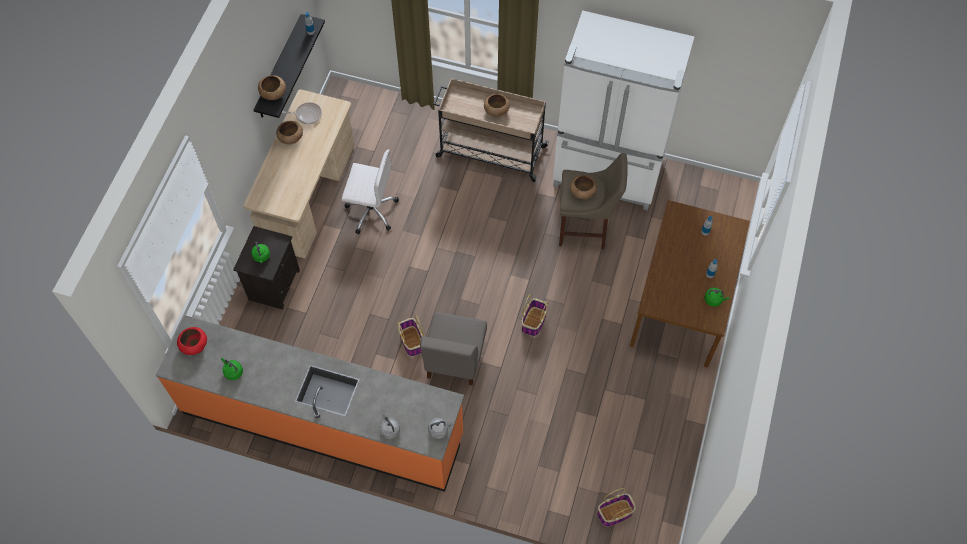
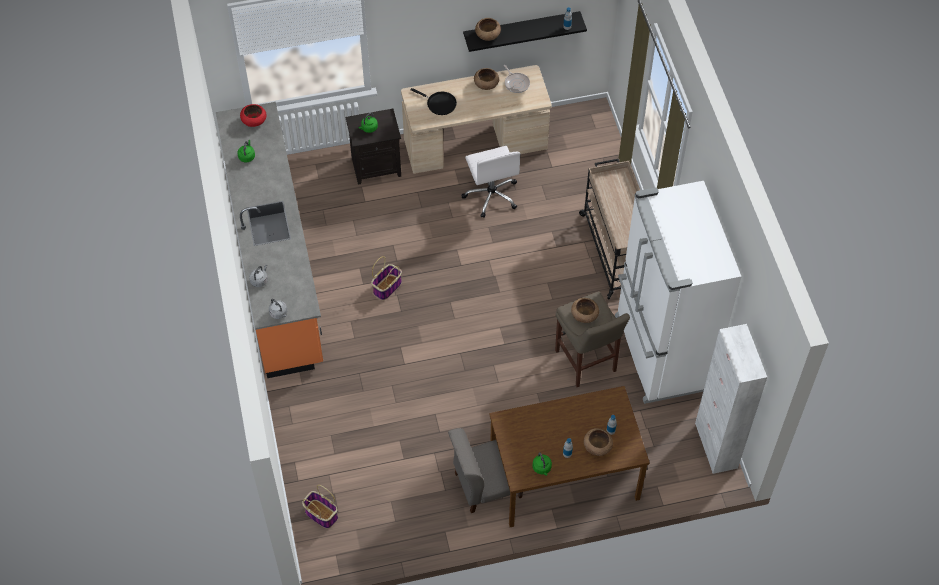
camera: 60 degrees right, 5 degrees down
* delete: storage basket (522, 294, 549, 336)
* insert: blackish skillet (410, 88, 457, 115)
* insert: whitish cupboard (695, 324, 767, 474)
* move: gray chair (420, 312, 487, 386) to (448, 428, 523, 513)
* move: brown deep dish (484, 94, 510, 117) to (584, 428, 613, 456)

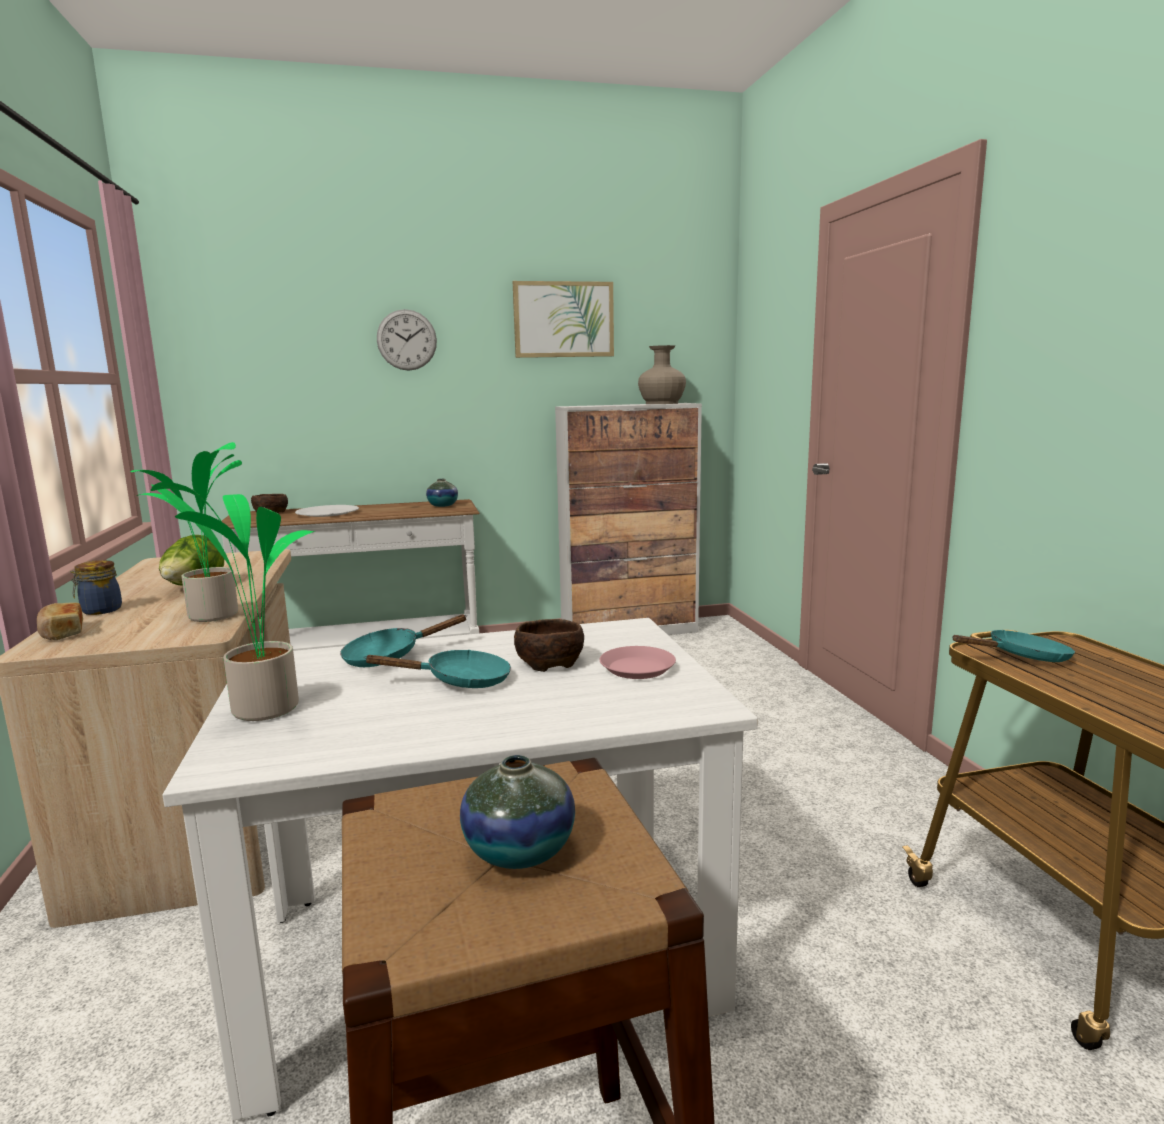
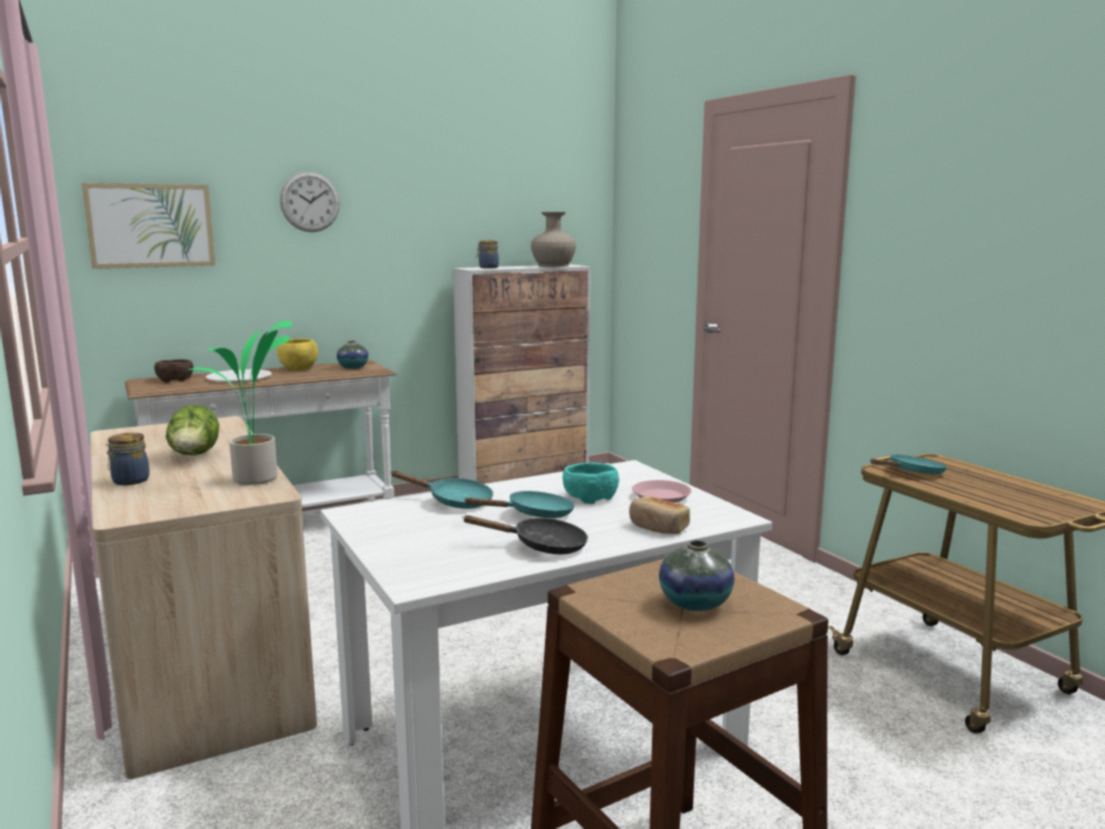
camera: 15 degrees left, 0 degrees up
* delete: plant in a pot (151, 482, 315, 721)
* insert: yellow-coloured deep dish (277, 339, 318, 371)
* insert: blackish skillet (463, 515, 588, 554)
* insert: preserve jar (477, 240, 499, 268)
* move: baked bread (37, 602, 83, 640) to (629, 496, 690, 534)
* move: wall picture (513, 281, 614, 358) to (82, 183, 216, 269)
* recolor: brown deep dish (514, 619, 584, 672) to blue-green deep dish (563, 463, 619, 504)
* rotate: blue-green skillet (340, 615, 467, 667) = (390, 471, 493, 509) 120 degrees counterclockwise

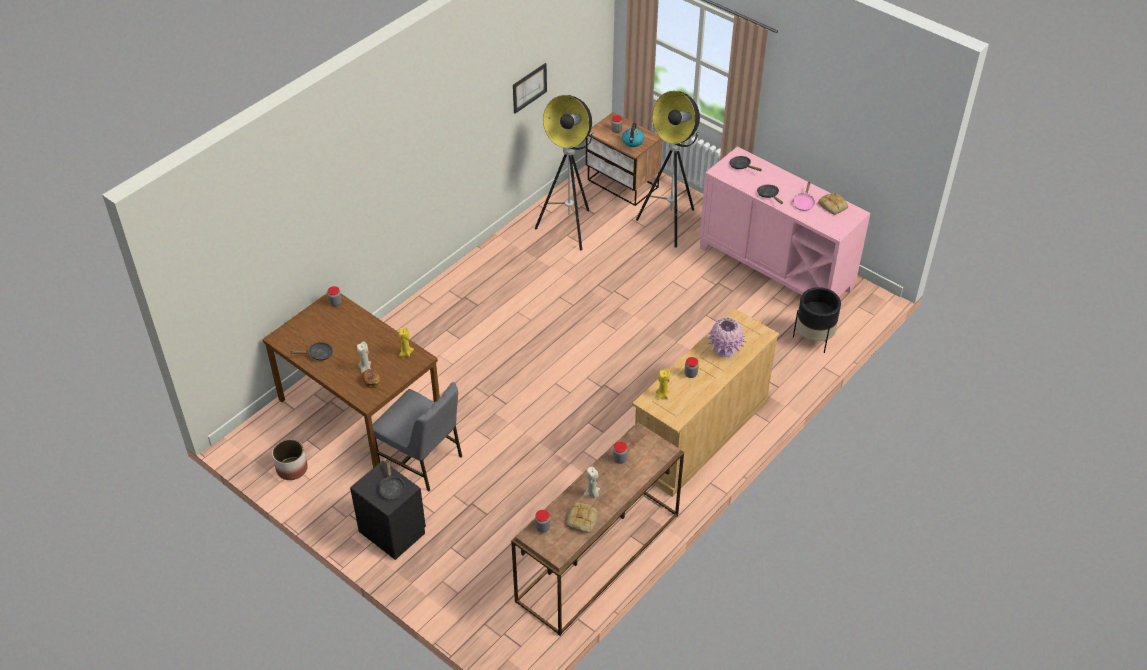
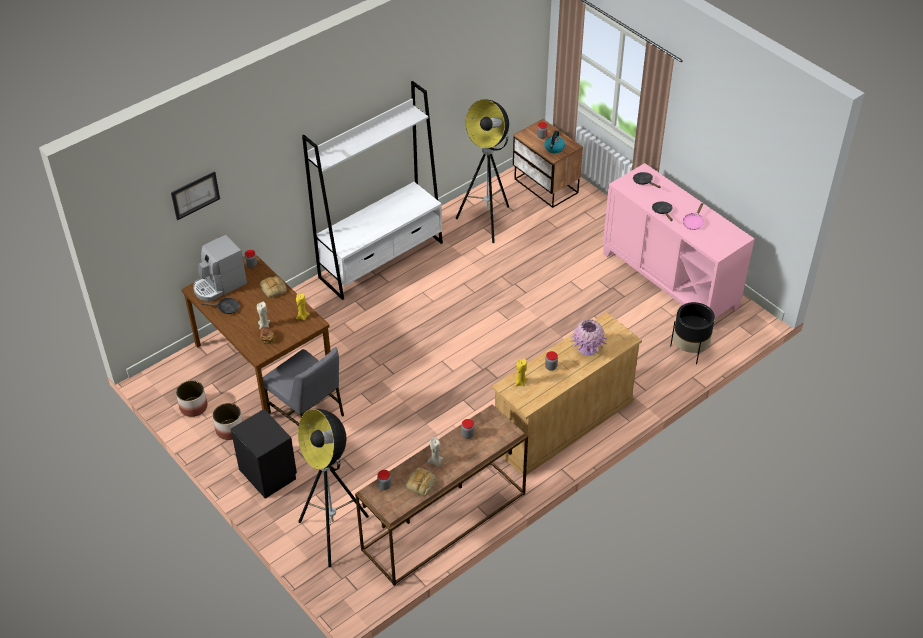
camera: 10 degrees right, 0 degrees up
* delete: blackish skillet (379, 460, 405, 499)
* insert: coffee maker (193, 234, 247, 301)
* insert: plant pot (213, 403, 243, 440)
* insert: whitish bookshelf (302, 81, 443, 300)
* move: wall picture (513, 63, 547, 114) to (171, 171, 220, 221)
* move: standard lamp (636, 91, 700, 248) to (298, 409, 369, 567)
* move: baked bread (818, 193, 848, 215) to (260, 276, 287, 298)

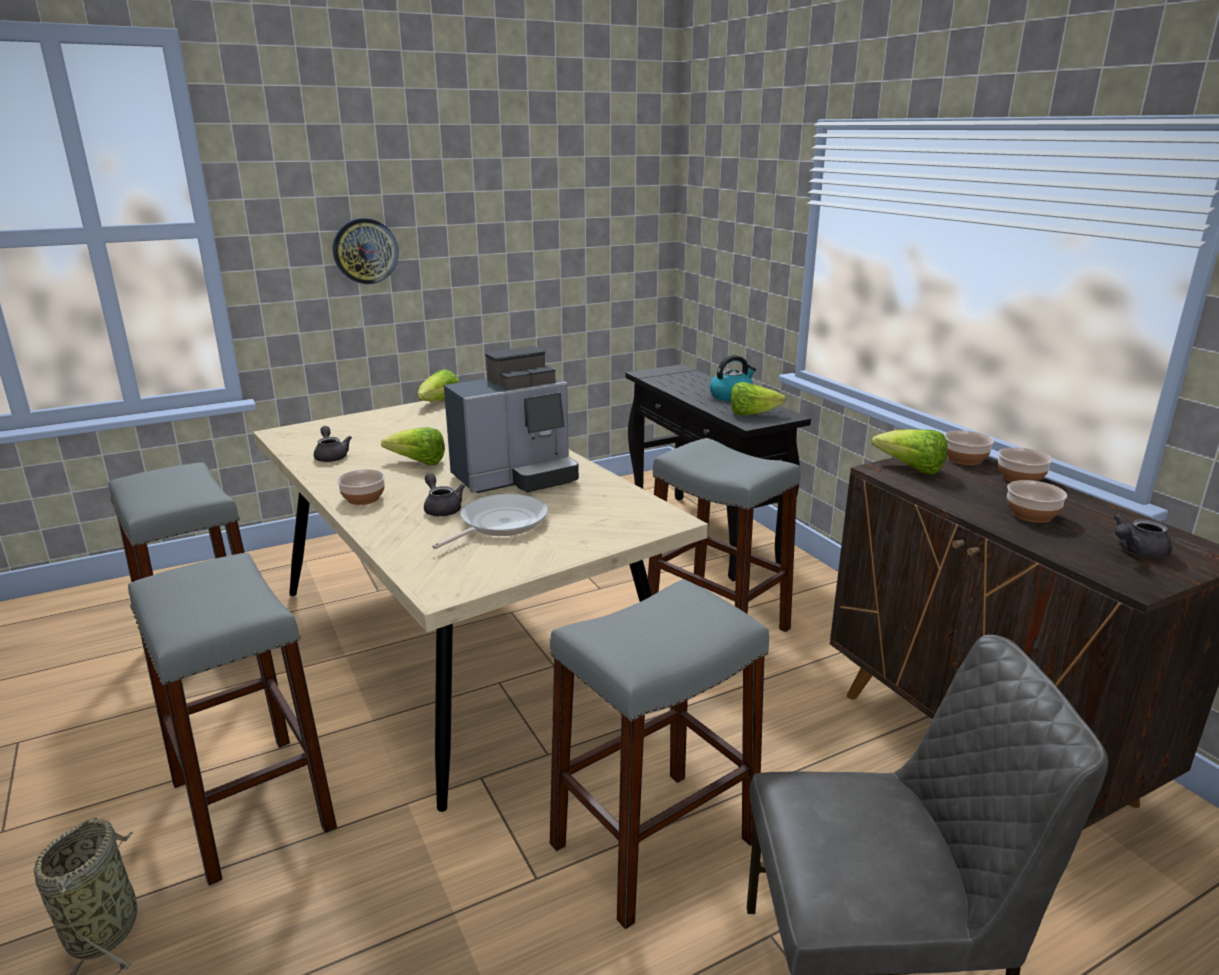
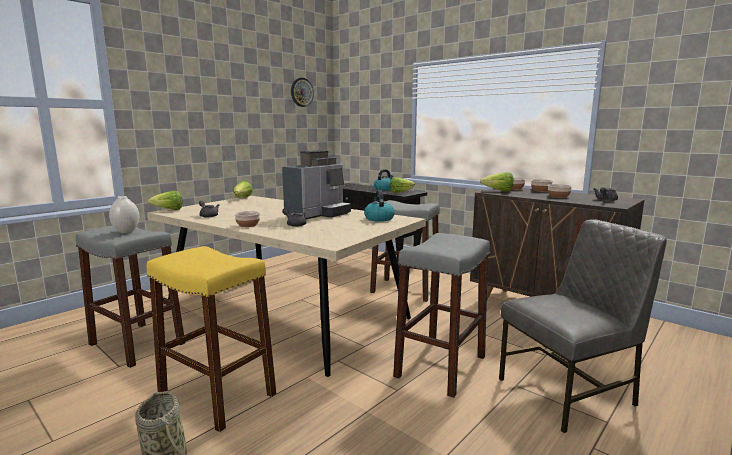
camera: 20 degrees left, 10 degrees down
* delete: skillet (432, 494, 548, 549)
* insert: whitish vase (109, 196, 139, 233)
* insert: water kettle (364, 190, 395, 222)
* move: wall clock (333, 218, 398, 284) to (291, 78, 314, 107)
* move: lettuce head (381, 427, 445, 465) to (147, 191, 183, 210)
* recolor: gray sitting stool (128, 553, 337, 886) to yellow-coloured sitting stool (147, 246, 276, 432)

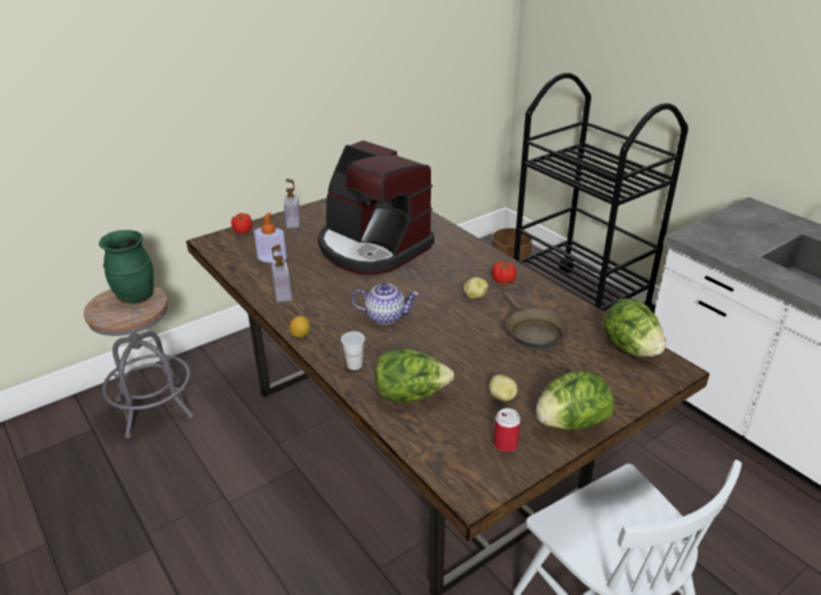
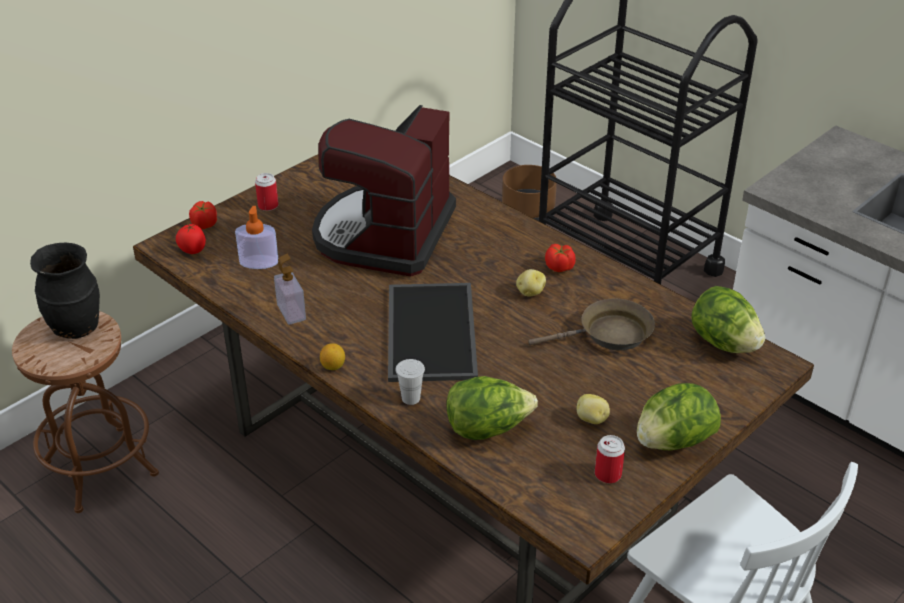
camera: 10 degrees left, 5 degrees up
* insert: tomato (176, 224, 206, 254)
* replace: liquid soap bottle (284, 179, 300, 228) to sealed can (255, 173, 279, 211)
* replace: tea pot (352, 283, 419, 325) to serving tray (388, 283, 478, 382)
* recolor: gray sitting stool (84, 286, 194, 439) to brown sitting stool (12, 311, 159, 513)
* recolor: green-coloured vase (99, 230, 154, 304) to blackish vase (30, 243, 100, 339)
* rotate: coffee maker (318, 140, 434, 275) = (312, 105, 456, 277) 75 degrees clockwise
* rotate: brown skillet (503, 292, 569, 350) = (528, 299, 655, 350) 75 degrees counterclockwise

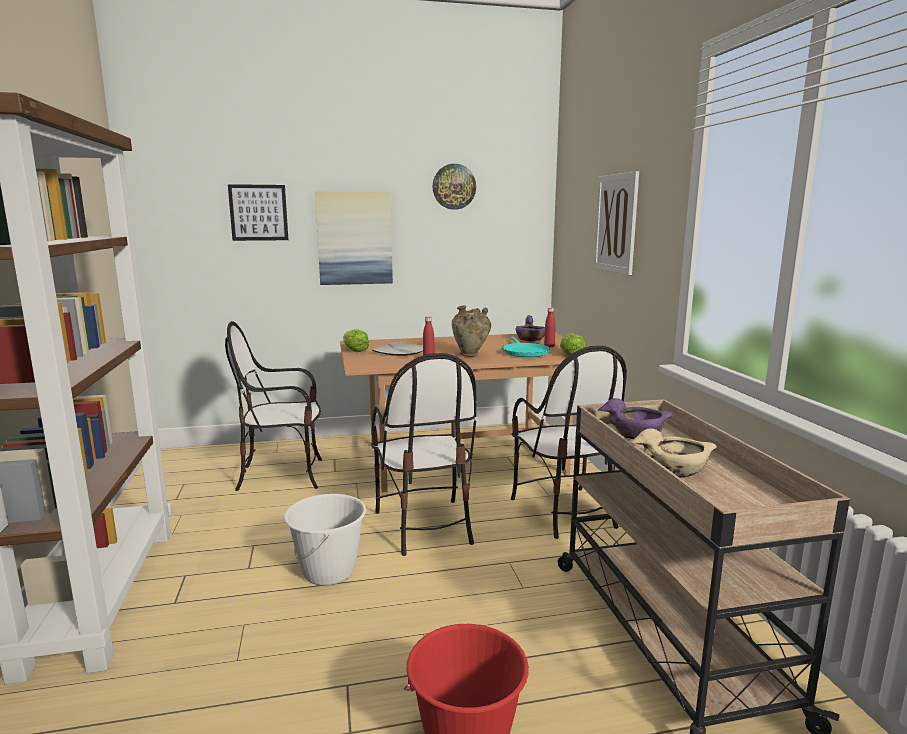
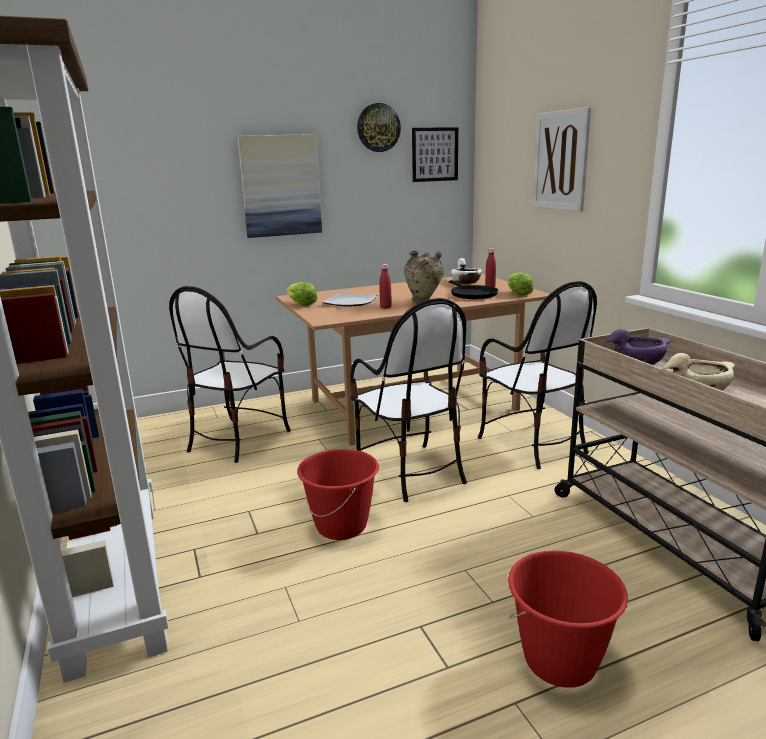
camera: 10 degrees left, 5 degrees up
* move: wall picture (228, 184, 288, 241) to (412, 127, 458, 182)
* recolor: whitish pail (284, 494, 366, 586) to red pail (297, 449, 379, 540)
* recolor: blue-green skillet (502, 337, 550, 357) to blackish skillet (448, 280, 498, 299)
* recolor: purple-coloured deep dish (515, 315, 545, 342) to whitish deep dish (451, 258, 482, 284)
* rotate: chair (225, 321, 322, 491) = (169, 286, 291, 463) 45 degrees counterclockwise

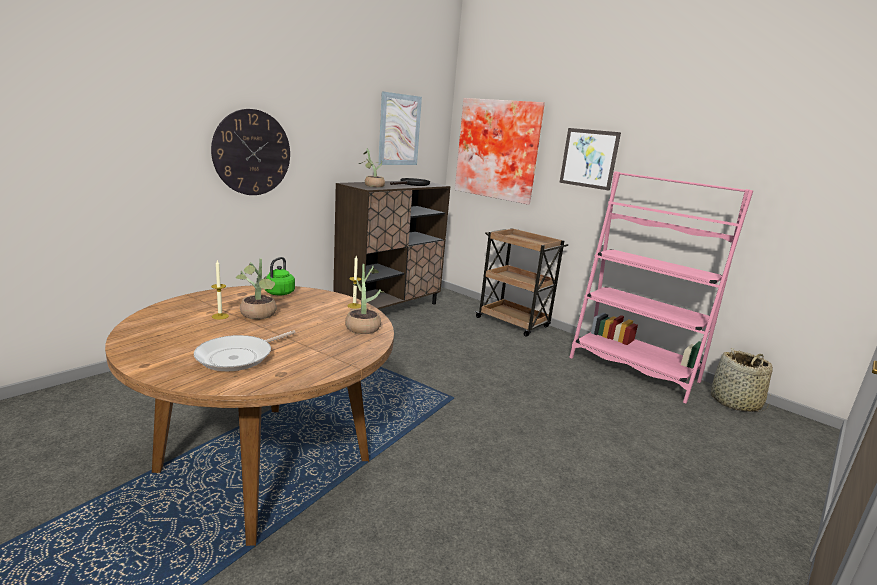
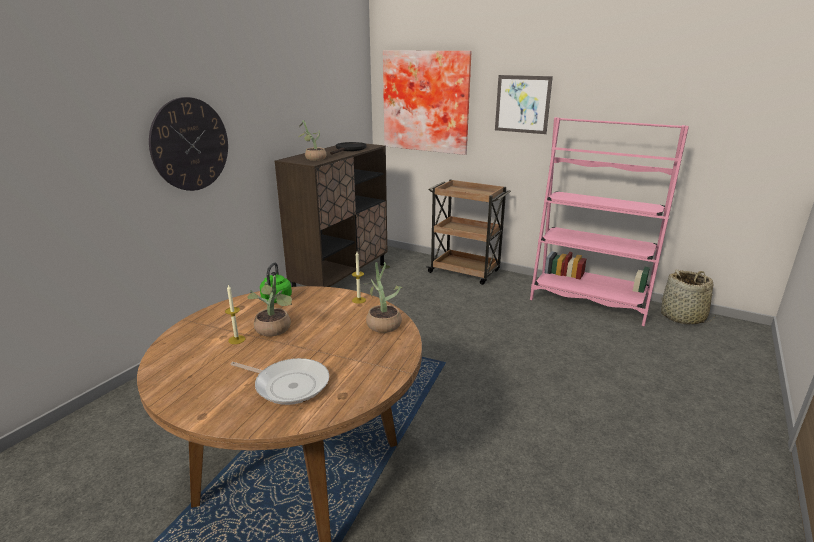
camera: 10 degrees left, 5 degrees up
* delete: wall picture (378, 91, 422, 165)
* rotate: skillet (194, 330, 296, 371) = (231, 358, 329, 405) 90 degrees counterclockwise

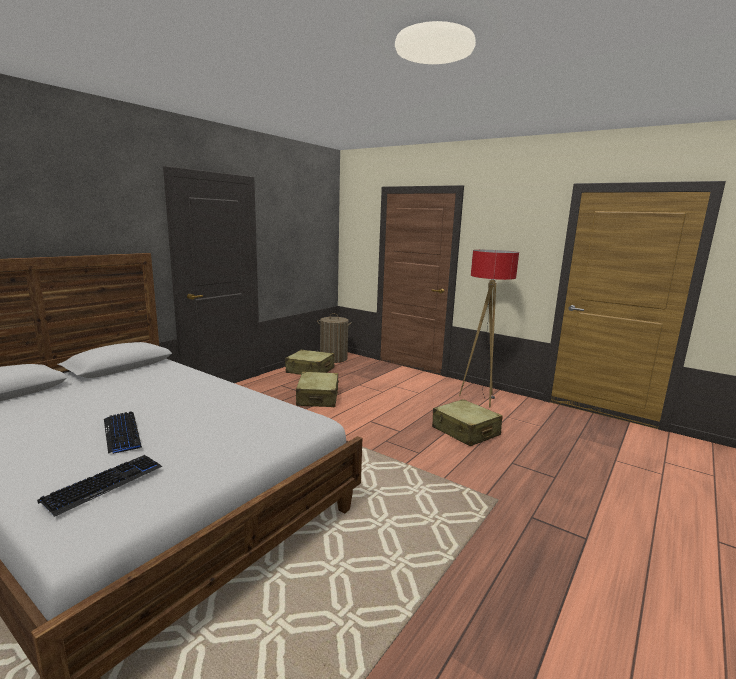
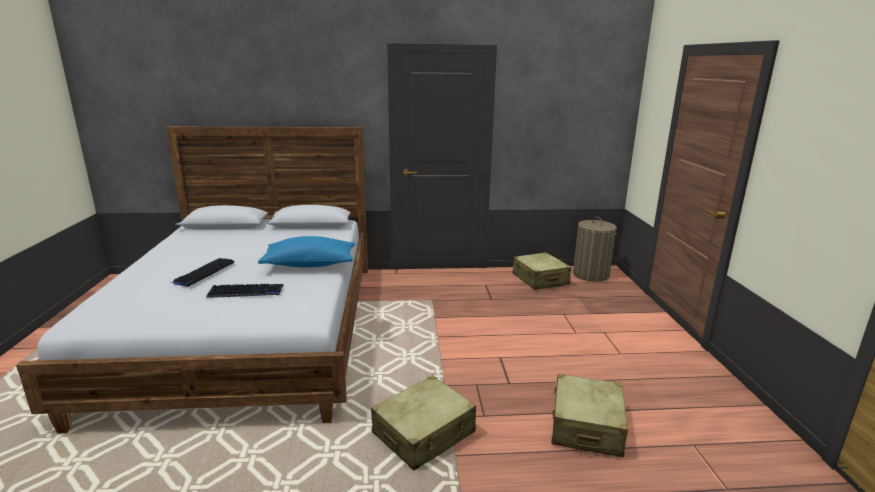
camera: 50 degrees right, 5 degrees up
* delete: standard lamp (459, 250, 519, 408)
* insert: bluish cushion (258, 236, 355, 267)
* move: computer keyboard (37, 455, 162, 517) to (206, 284, 284, 298)
* move: beige suitcase (296, 372, 339, 407) to (371, 375, 476, 470)

